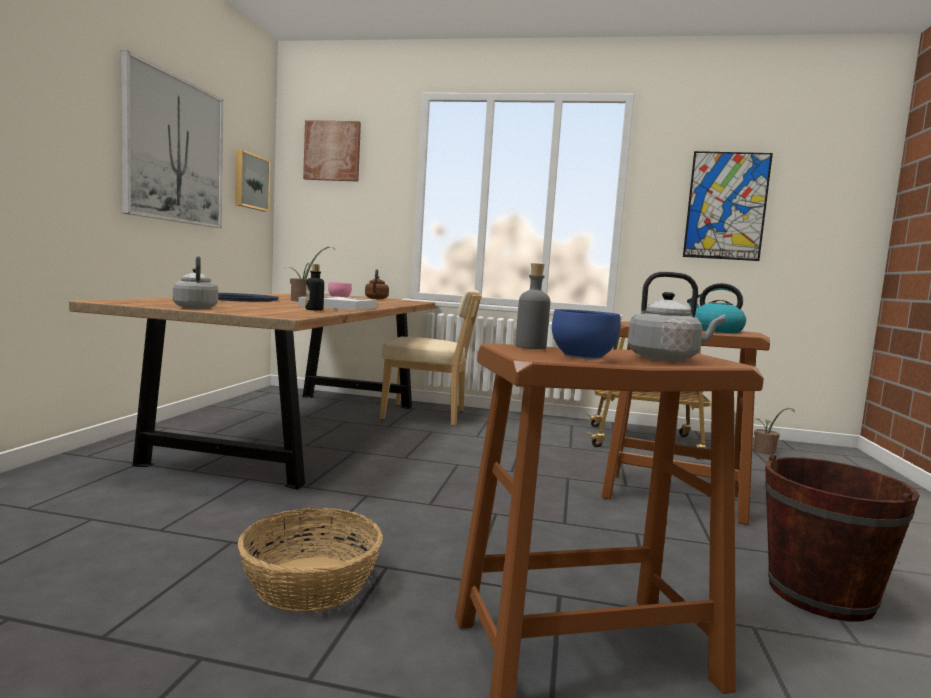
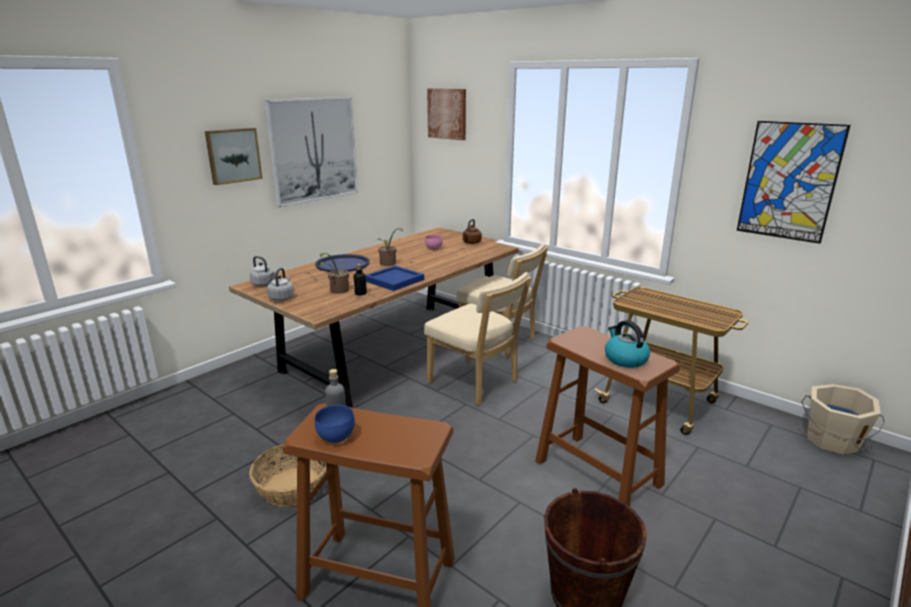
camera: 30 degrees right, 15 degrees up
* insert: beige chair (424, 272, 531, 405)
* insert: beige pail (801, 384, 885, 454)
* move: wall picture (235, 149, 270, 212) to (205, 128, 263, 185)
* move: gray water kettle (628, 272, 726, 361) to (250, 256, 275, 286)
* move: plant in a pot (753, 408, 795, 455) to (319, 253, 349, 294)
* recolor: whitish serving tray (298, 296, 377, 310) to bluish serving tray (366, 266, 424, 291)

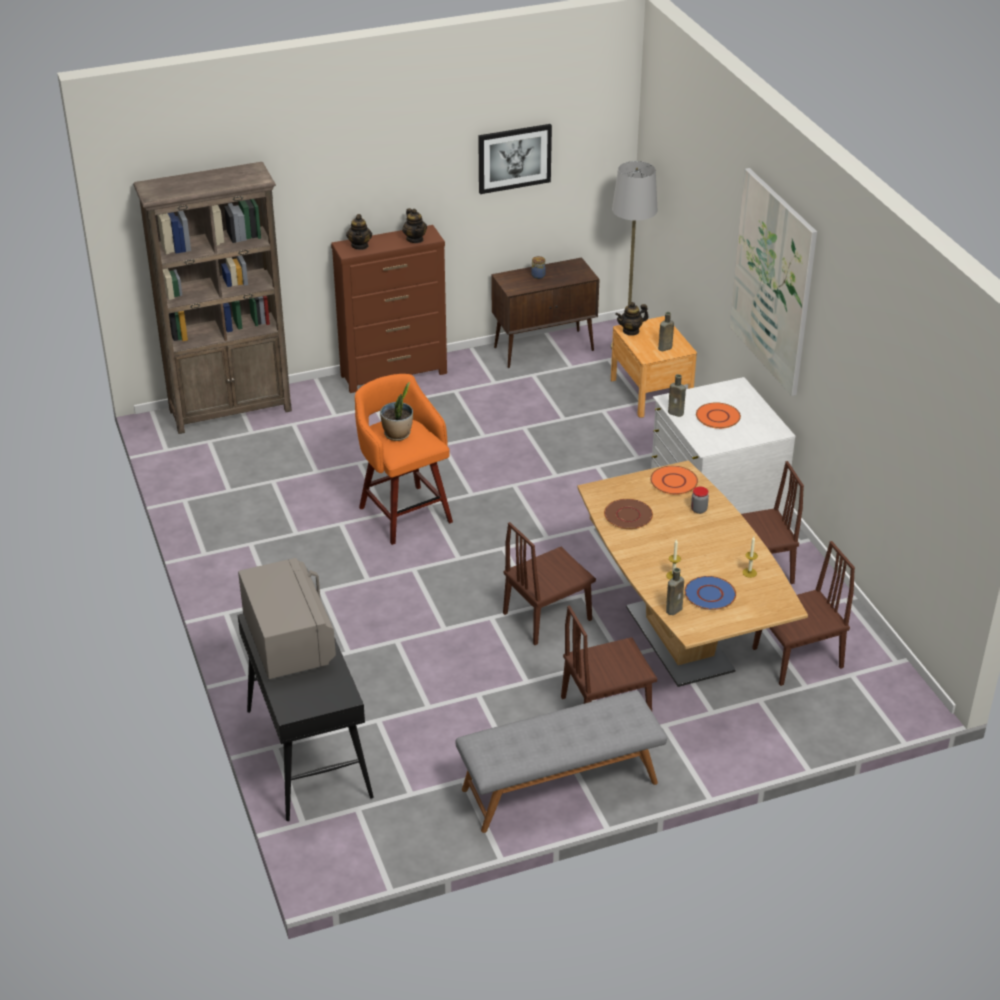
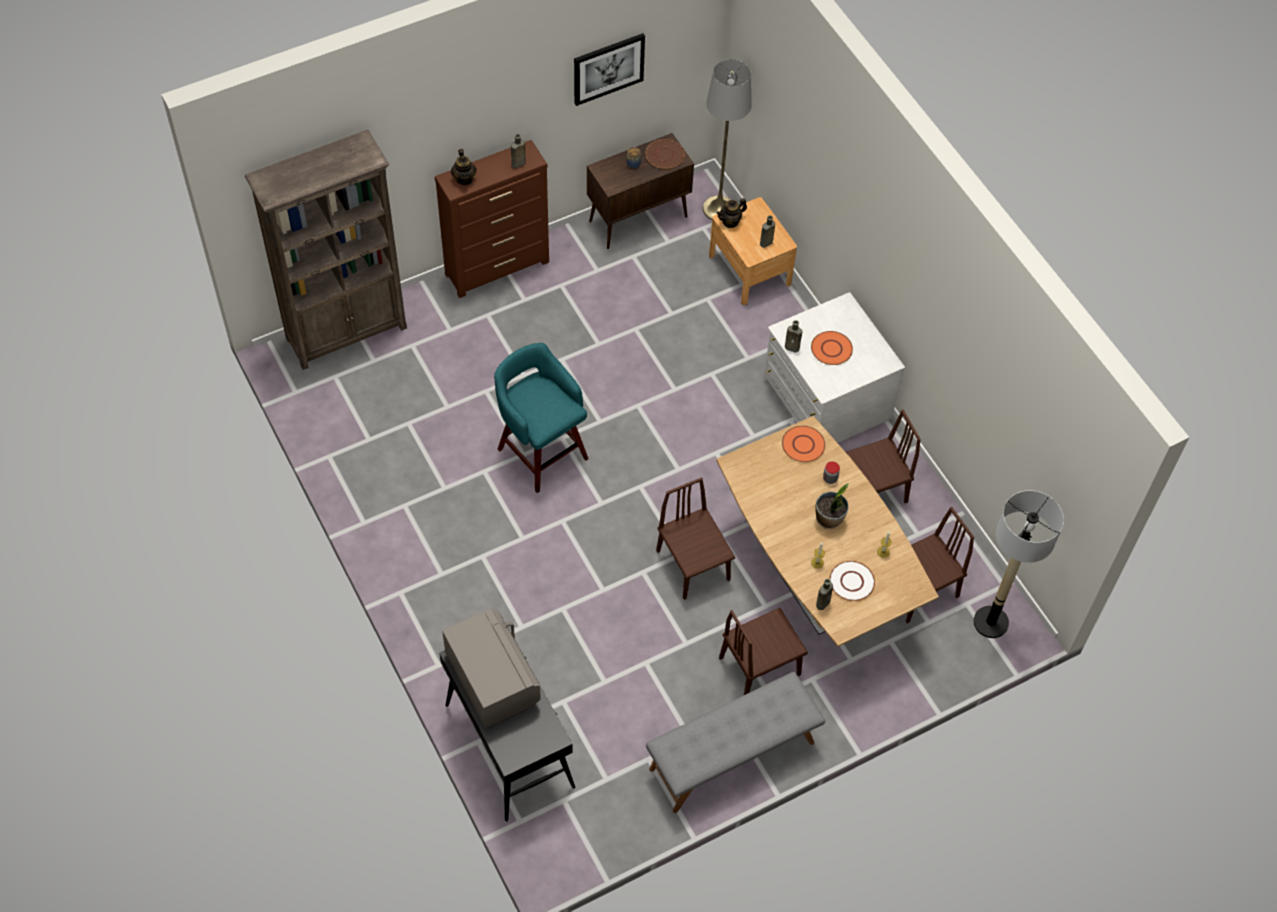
camera: 10 degrees left, 20 degrees up
* delete: wall picture (730, 168, 817, 396)
* insert: standard lamp (973, 490, 1064, 638)
* move: plant in a pot (380, 382, 413, 441) to (815, 483, 849, 529)
* move: brown plate (604, 499, 653, 529) to (645, 139, 685, 169)
* replace: tea pot (402, 208, 427, 243) to brown beverage bottle (511, 134, 526, 168)
* recolor: orange-coloured sitting stool (355, 374, 453, 545) to blue-green sitting stool (494, 343, 589, 493)
* recolor: bluish plate (684, 576, 736, 610) to whitish plate (829, 561, 875, 601)
* rotate: brown chair (503, 522, 596, 645) = (656, 477, 735, 600) 105 degrees clockwise

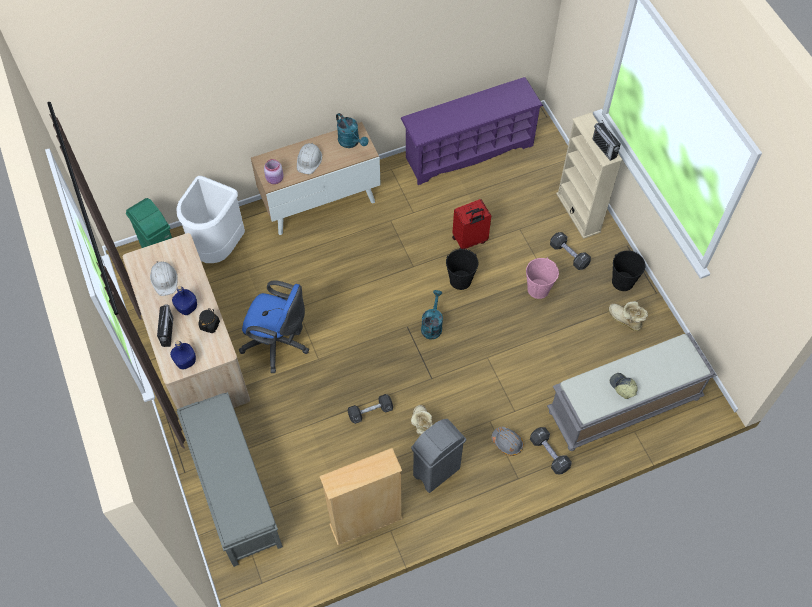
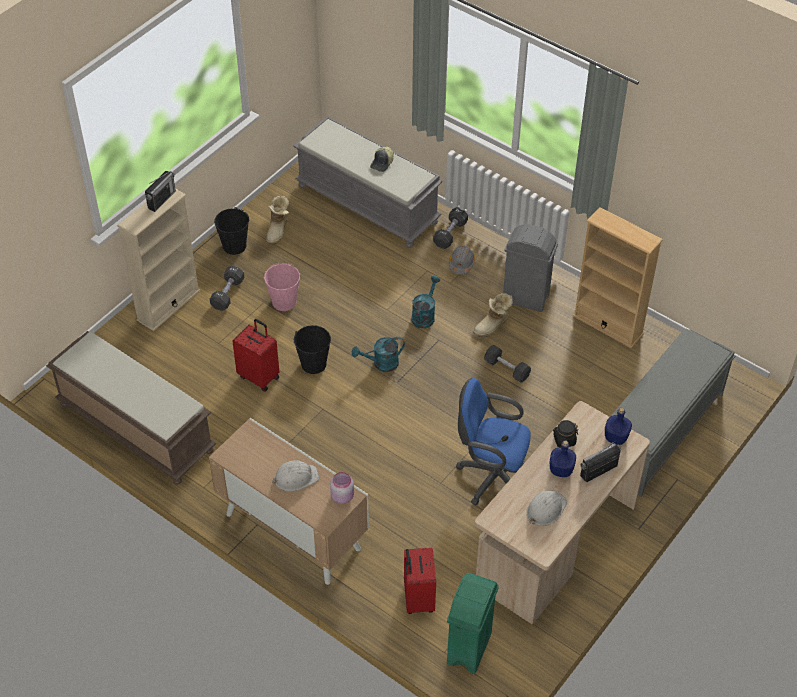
camera: 120 degrees left, 10 degrees down
* move: blue-green watering can (336, 113, 368, 148) to (412, 276, 440, 328)
* replace: whitish rubbish bin (176, 176, 245, 263) to red suitcase (404, 548, 436, 614)
* replace: purple-coloured shoe rack (401, 77, 543, 185) to brown long seat (46, 331, 216, 485)
* rotate: bluish computer chair (239, 280, 309, 373) = (456, 378, 531, 505) 60 degrees counterclockwise

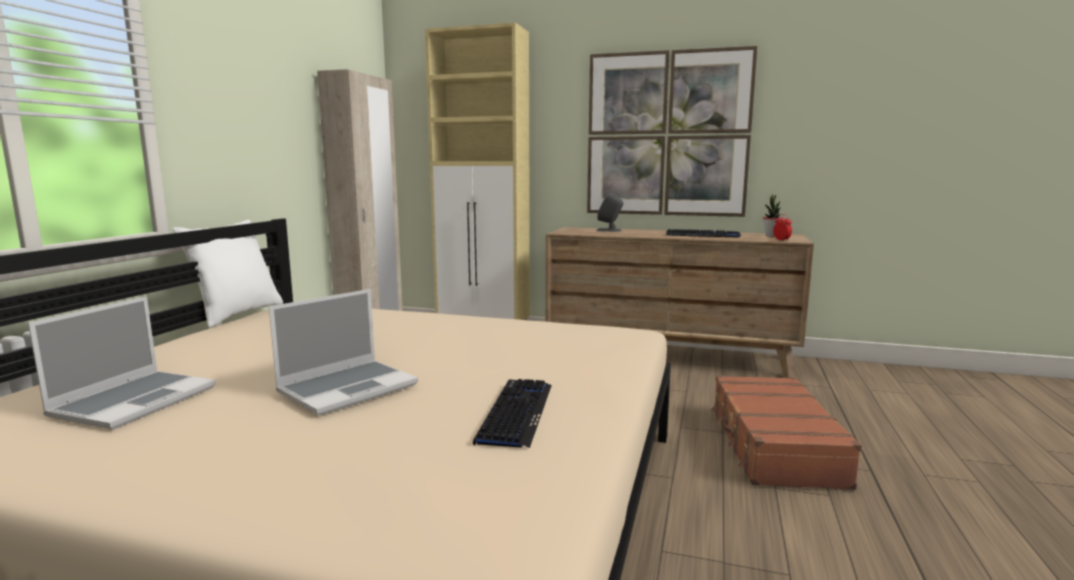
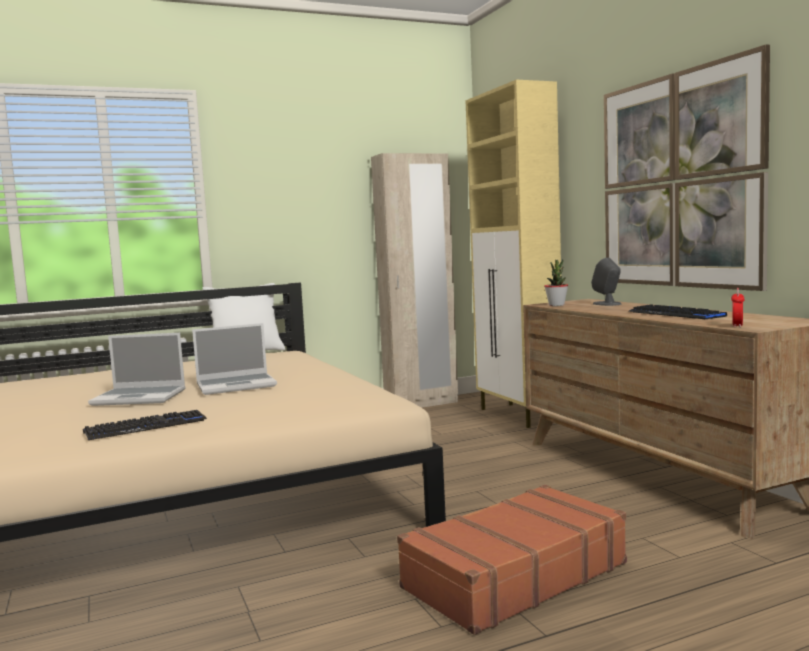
camera: 50 degrees right, 5 degrees down
* move: notebook computer (28, 296, 216, 430) to (192, 323, 277, 395)
* move: plant in a pot (763, 194, 785, 237) to (544, 259, 568, 306)

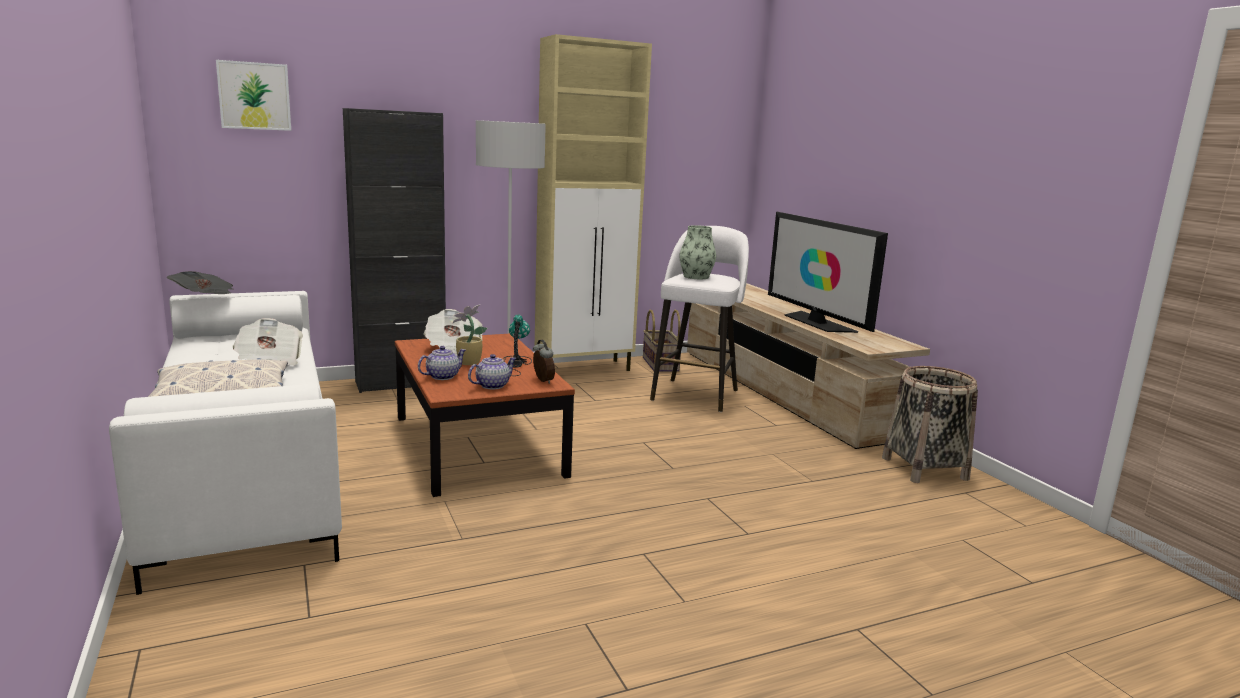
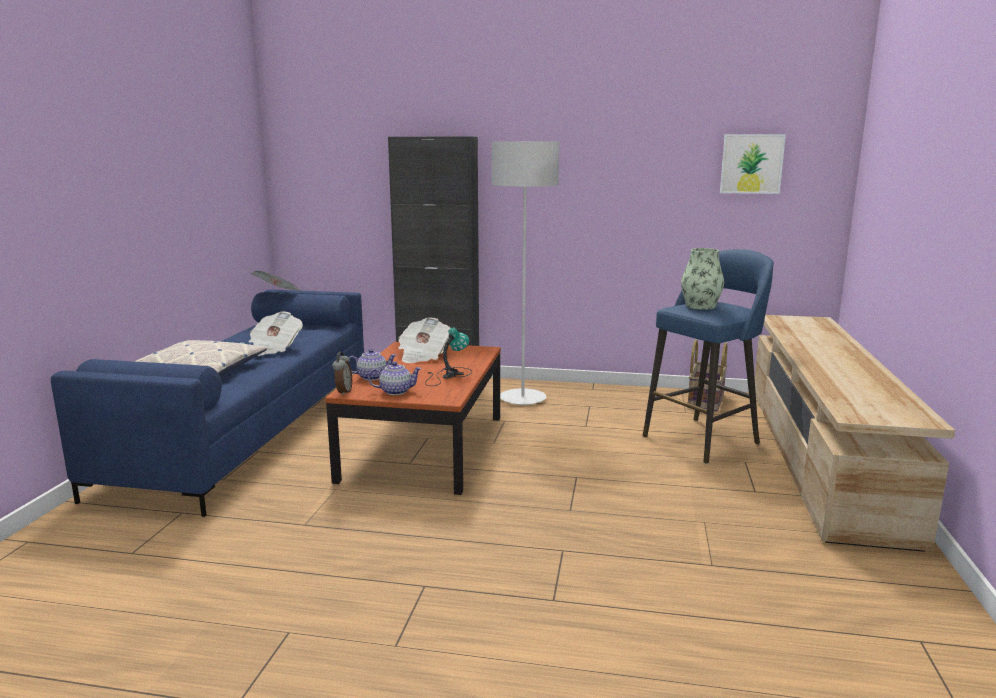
camera: 35 degrees right, 0 degrees up
* delete: plant in a pot (453, 304, 487, 365)
* delete: beige cupboard (535, 34, 652, 371)
* delete: TV set (768, 212, 888, 333)
* delete: storage basket (882, 366, 978, 483)
* move: wall picture (216, 60, 291, 131) to (720, 134, 786, 194)
* move: alarm clock (533, 340, 555, 384) to (332, 352, 352, 396)
* recolor: whitish couch (109, 291, 342, 595) to bluish couch (51, 289, 364, 517)
* recolor: whitish sitting stool (650, 226, 749, 412) to bluish sitting stool (643, 249, 774, 464)

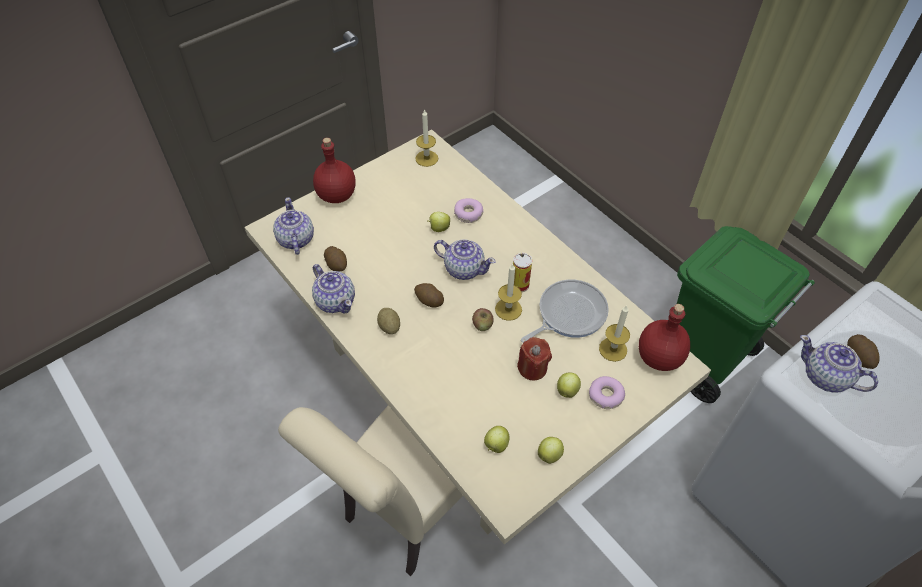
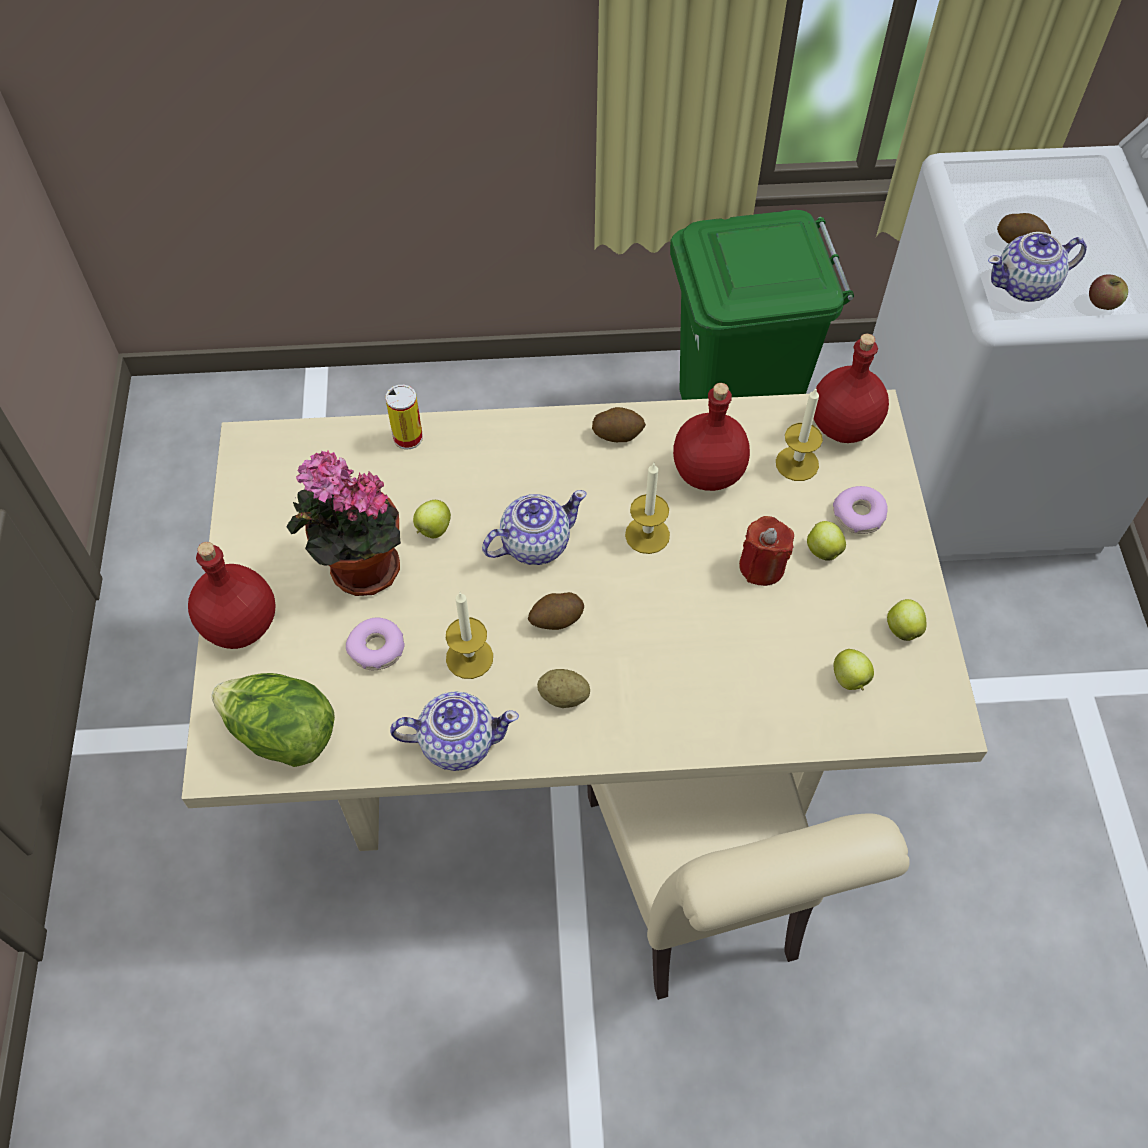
camera: 55 degrees left, 5 degrees up
* insert: plant in a pot (286, 450, 401, 596)
* move: whole potato (324, 246, 347, 271) to (592, 407, 646, 442)
* move: wax light (415, 109, 438, 167) to (446, 592, 493, 679)
* move: doughnut (454, 198, 484, 223) to (346, 617, 405, 670)
* move: whole apple (472, 308, 494, 331) to (1089, 274, 1128, 310)
* move: sealed can (513, 253, 532, 292) to (386, 385, 423, 449)
* replace: tea pot (273, 197, 314, 255) to lettuce head (211, 673, 335, 767)
* replace: skillet (521, 279, 609, 343) to red beverage bottle (673, 383, 750, 491)

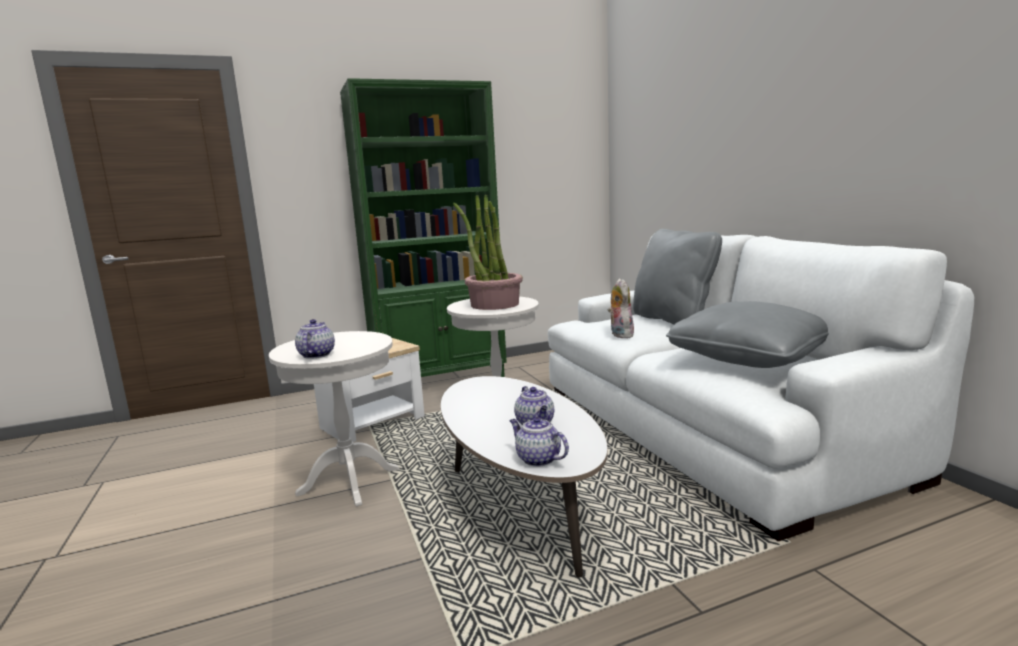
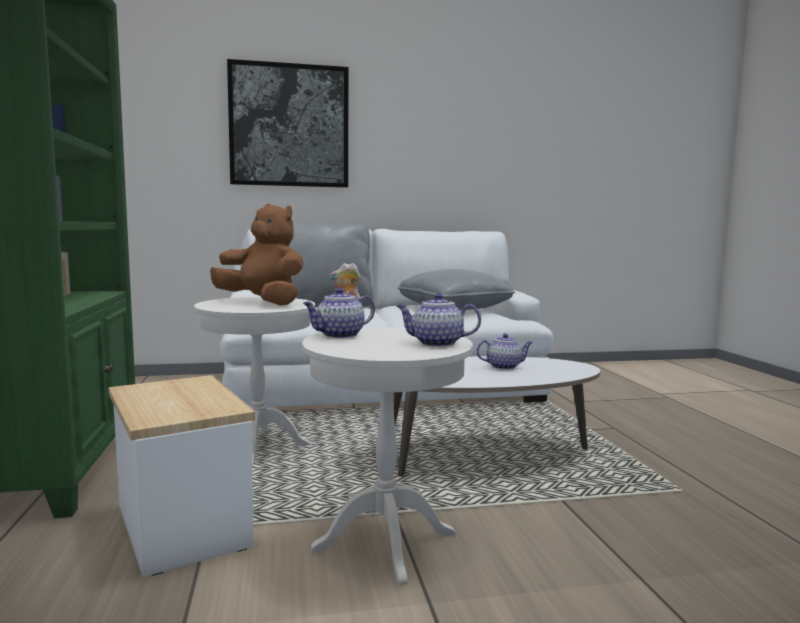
camera: 80 degrees left, 5 degrees down
* insert: wall picture (227, 59, 349, 188)
* move: tea pot (509, 417, 569, 467) to (303, 288, 375, 338)
* replace: plant in a pot (453, 194, 523, 310) to brown plush toy (210, 204, 303, 306)

